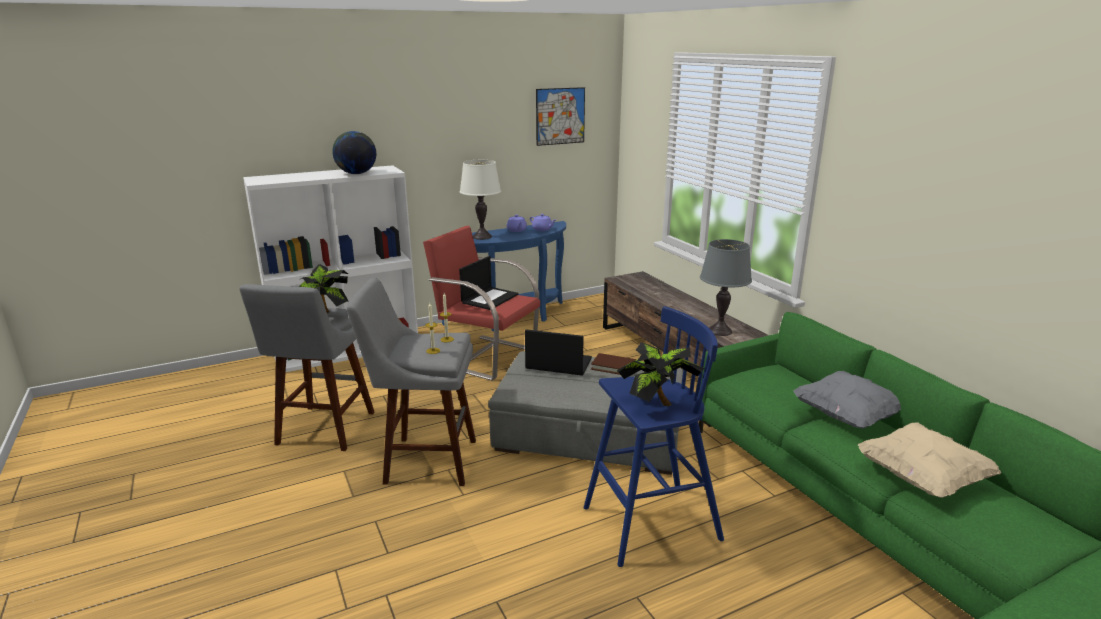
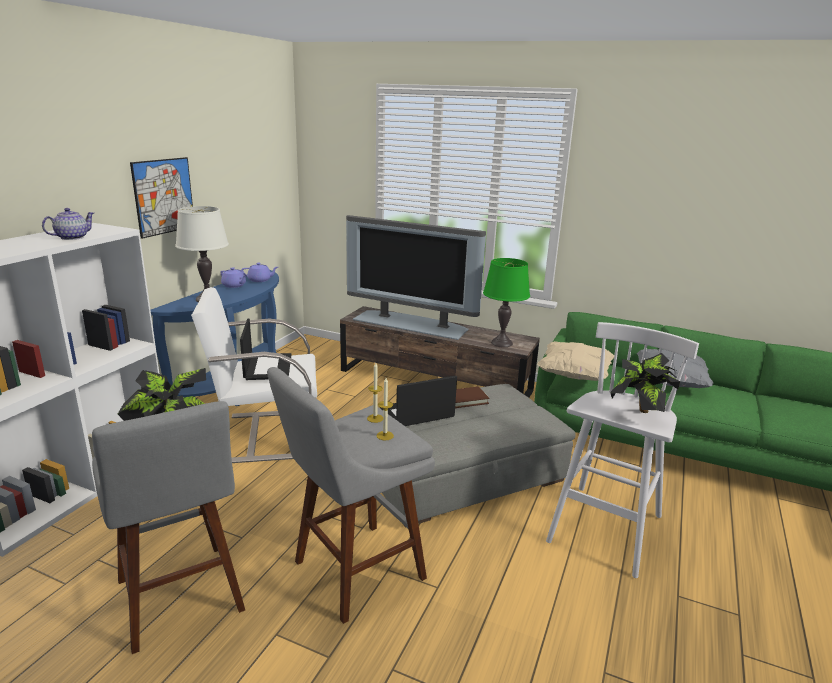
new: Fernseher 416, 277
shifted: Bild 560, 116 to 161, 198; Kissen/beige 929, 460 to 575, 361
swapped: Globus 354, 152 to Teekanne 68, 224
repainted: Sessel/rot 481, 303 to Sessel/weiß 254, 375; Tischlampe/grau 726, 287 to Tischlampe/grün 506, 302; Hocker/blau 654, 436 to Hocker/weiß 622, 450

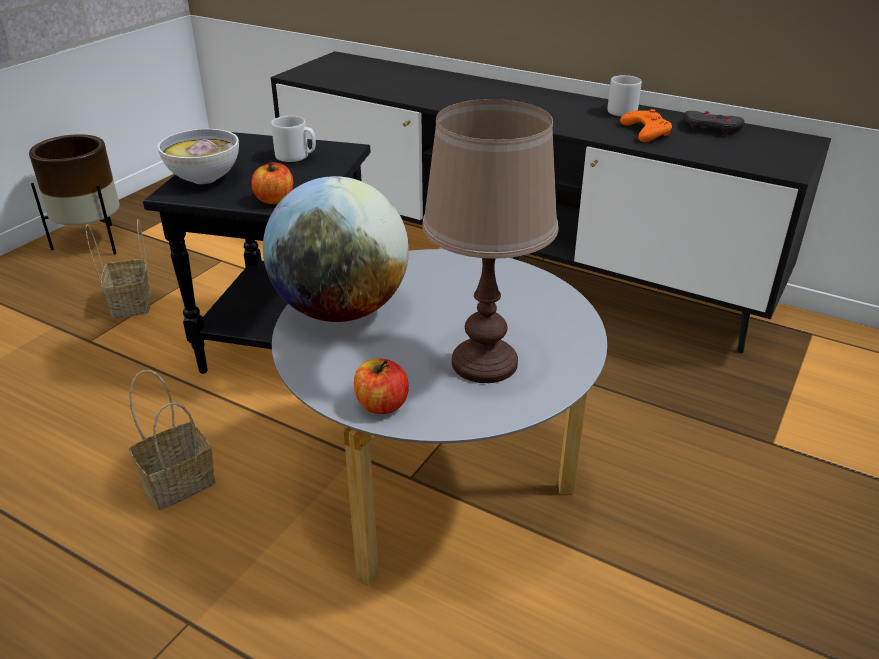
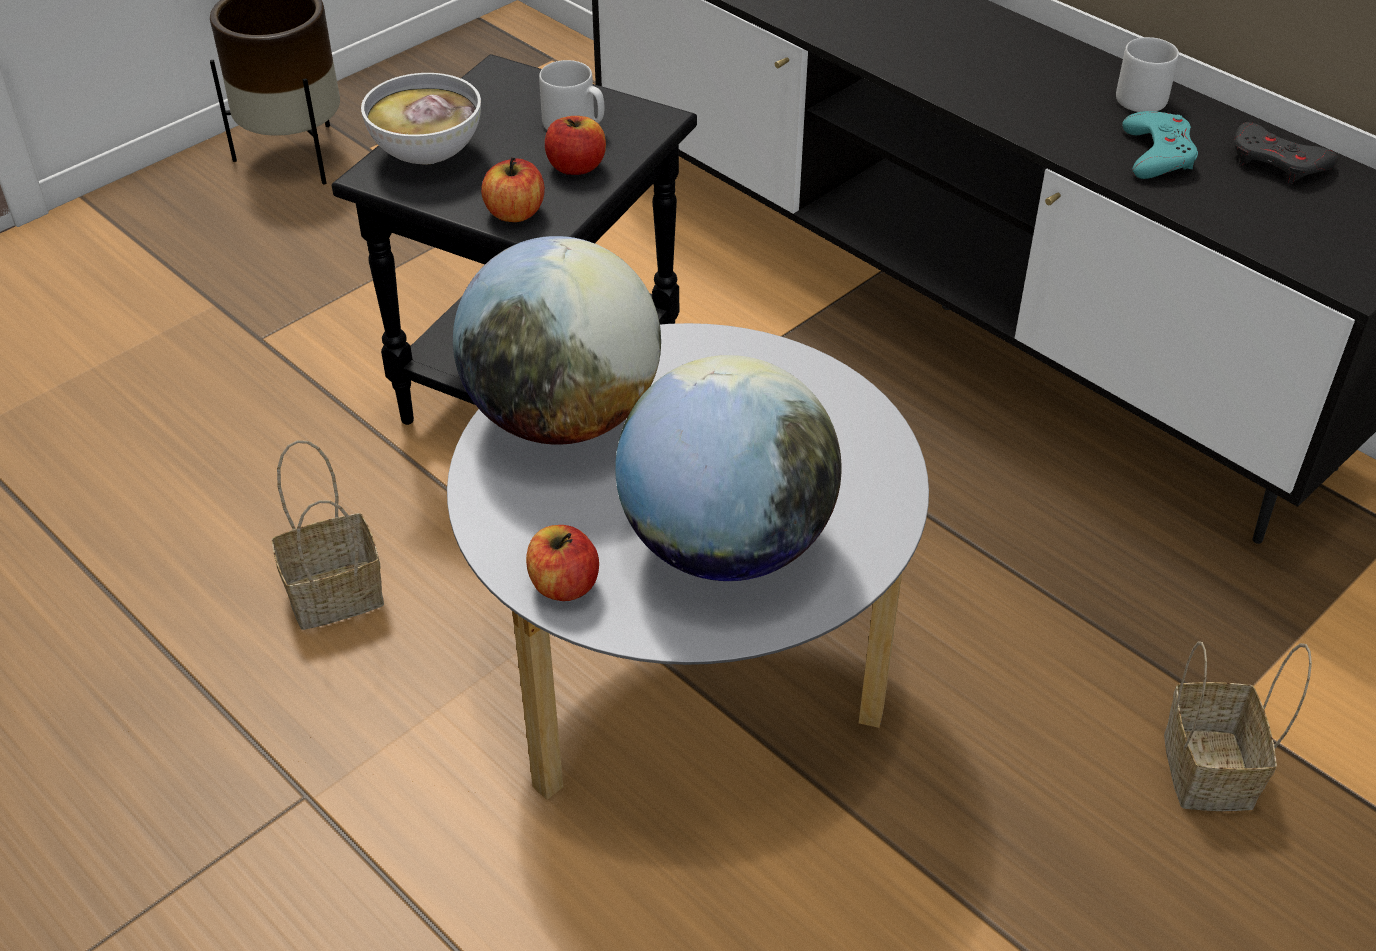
new: Apfel 575, 145
shifted: Korb 118, 268 to 1238, 726
swapped: Tischlampe/braun 490, 241 to Globus 728, 468
repainted: Gamepad/orange 646, 125 to Gamepad/türkis 1160, 145

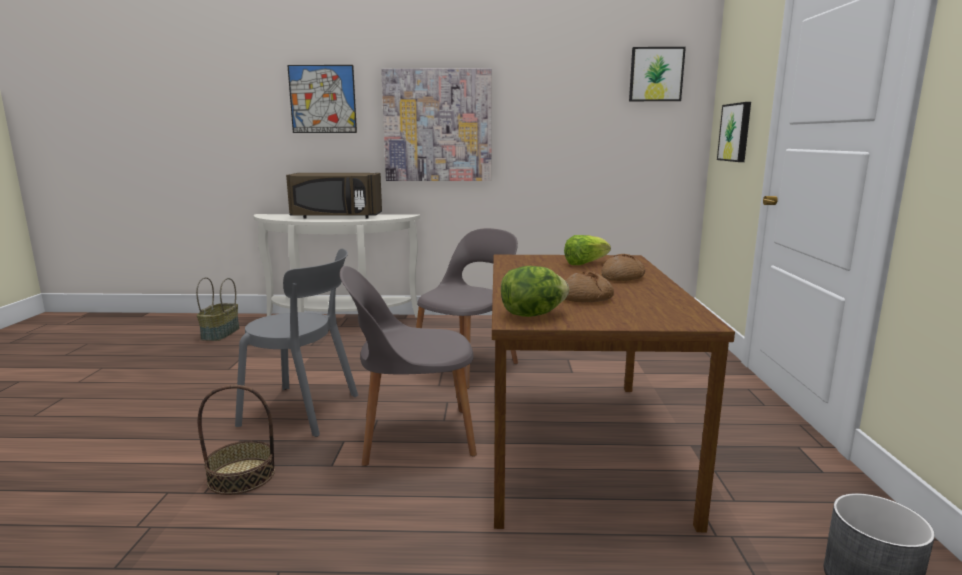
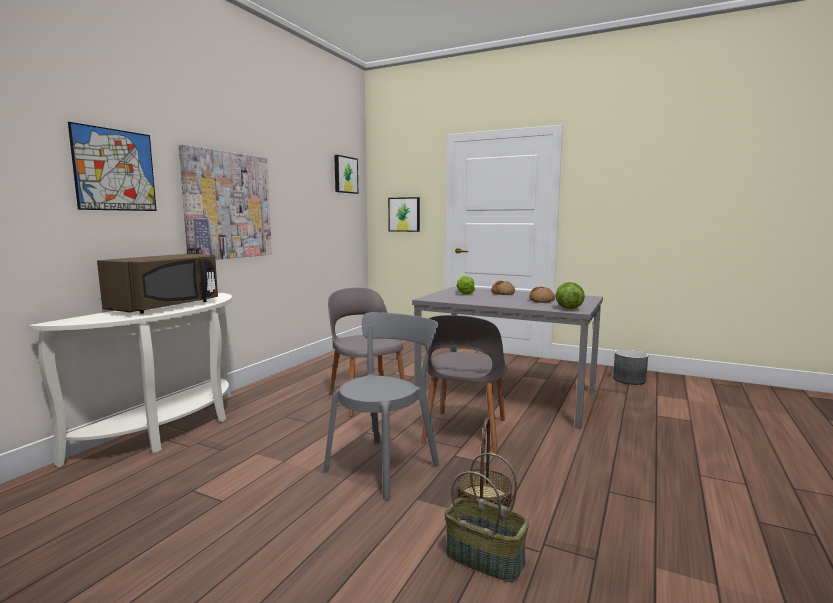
shifted: Korb 218, 309 to 487, 517
repainted: Esstisch/braun 613, 393 to Esstisch/grau 507, 358

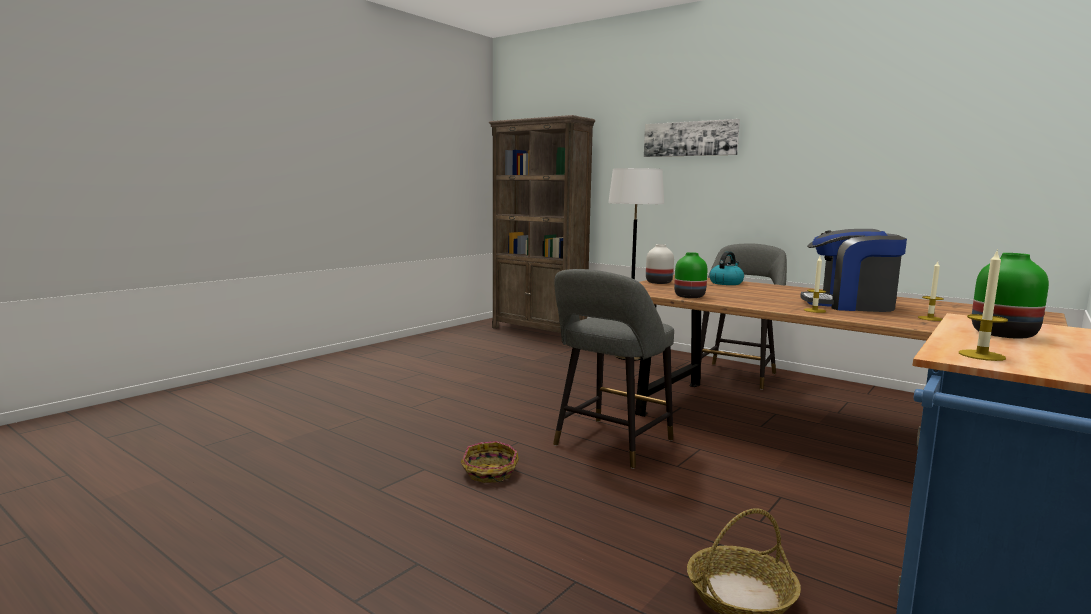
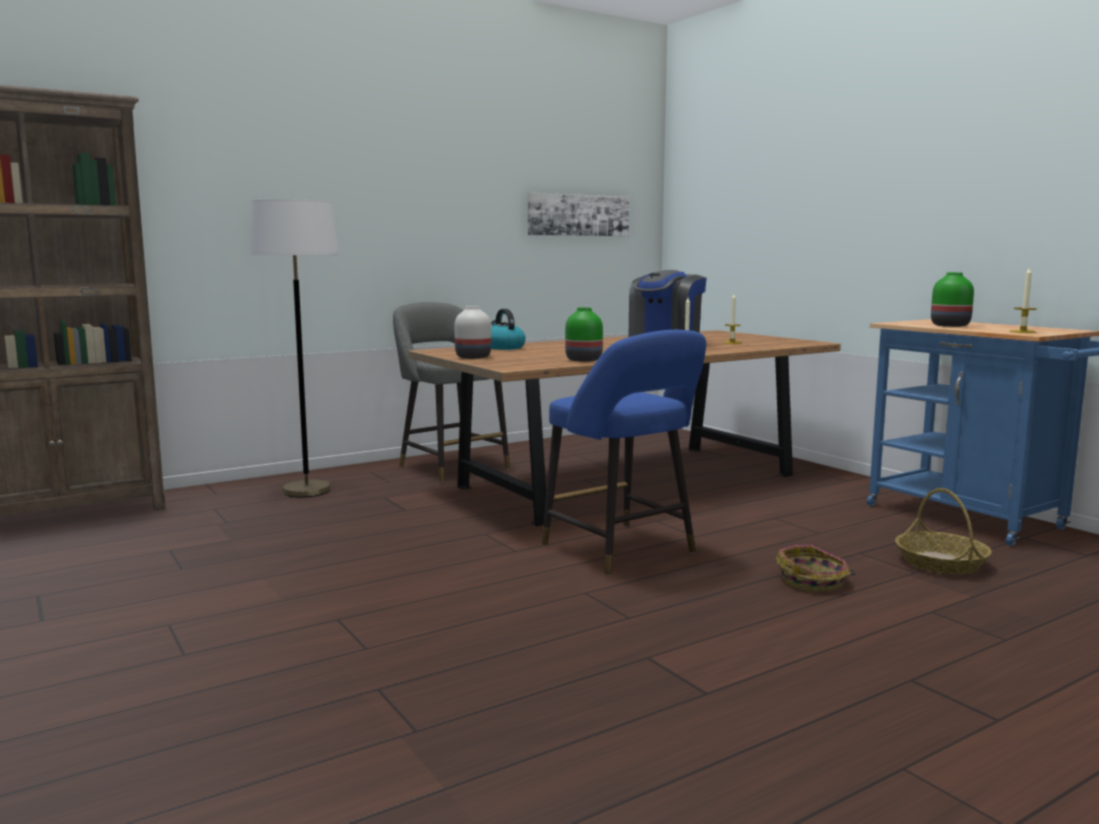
shifted: Bild 692, 138 to 578, 214; Korb 490, 462 to 815, 568
repainted: Hocker/grau 613, 369 to Hocker/blau 624, 453

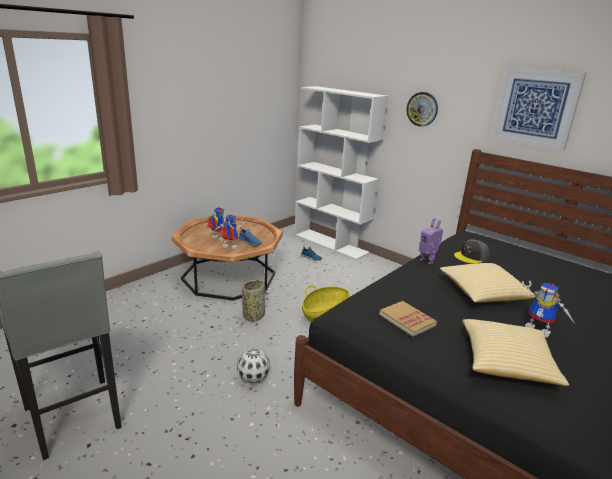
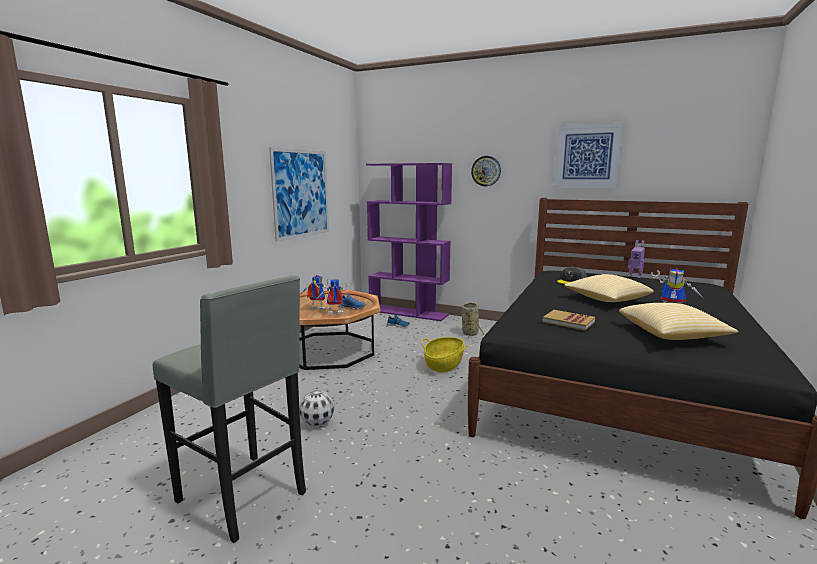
new: Bild 299, 194
shifted: Spielzeugroboter 431, 241 to 636, 259; Korb 254, 304 to 473, 320; Fußball 253, 365 to 316, 408
repainted: Bücherregal/weiß 341, 173 to Bücherregal/lila 409, 242

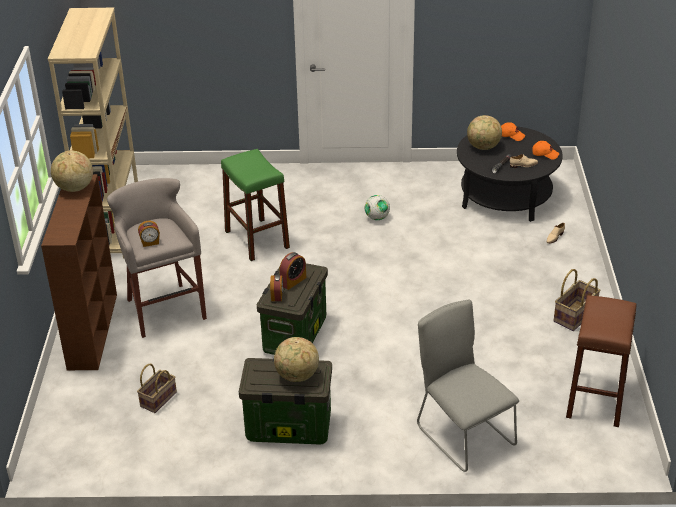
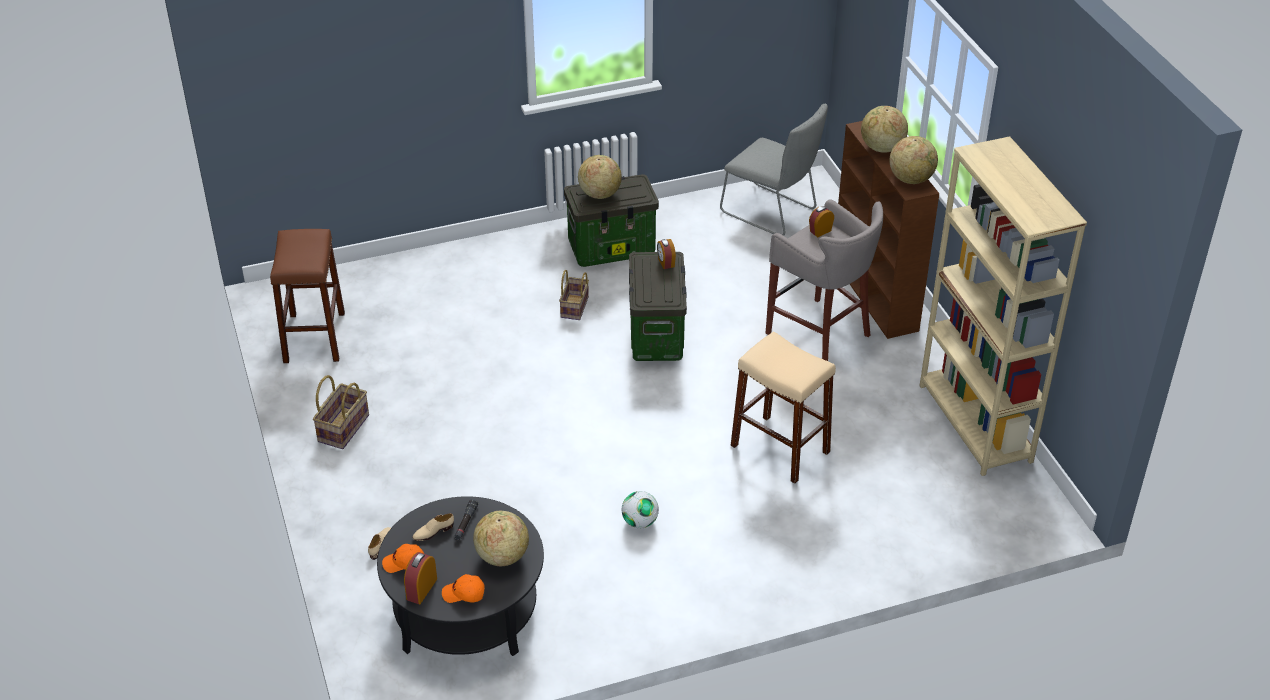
new: Globus 884, 129
shifted: Wecker 292, 271 to 420, 578; Stuhl/grau 468, 385 to 774, 170; Korb 157, 388 to 574, 295
repainted: Hocker/grün 255, 205 to Hocker/beige 783, 408

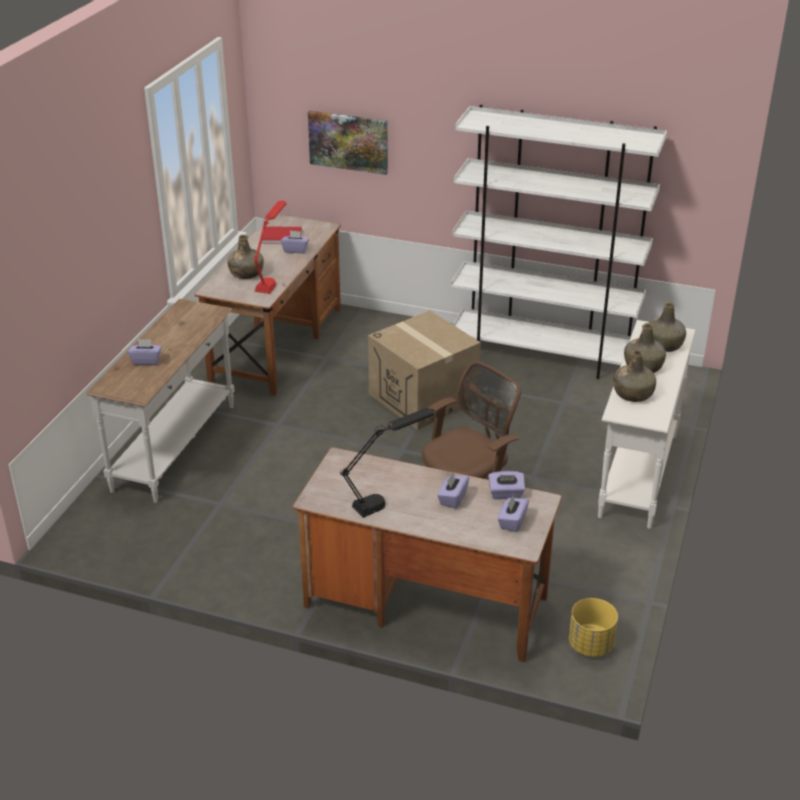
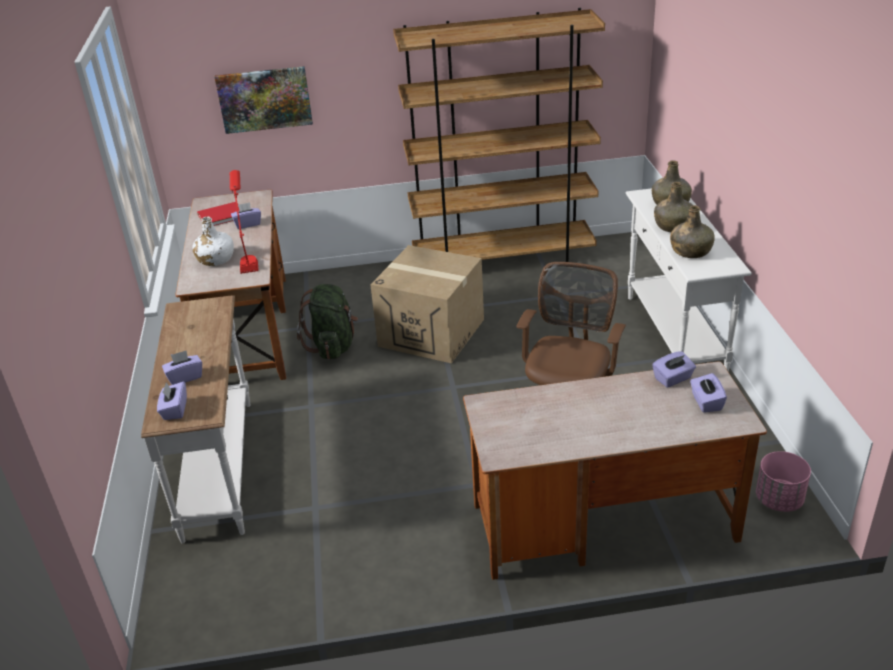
gone: Tischlampe/schwarz 387, 463
new: Rucksack/grün 327, 322
shifted: Taschentuchbox/lila 453, 491 to 172, 400
repainted: Bücherregal/weiß 559, 242 to Bücherregal/braun 499, 135; Flasche/grün 245, 257 to Flasche/weiß 213, 241; Pflanzkübel/gelb 593, 627 to Pflanzkübel/rosa 783, 481

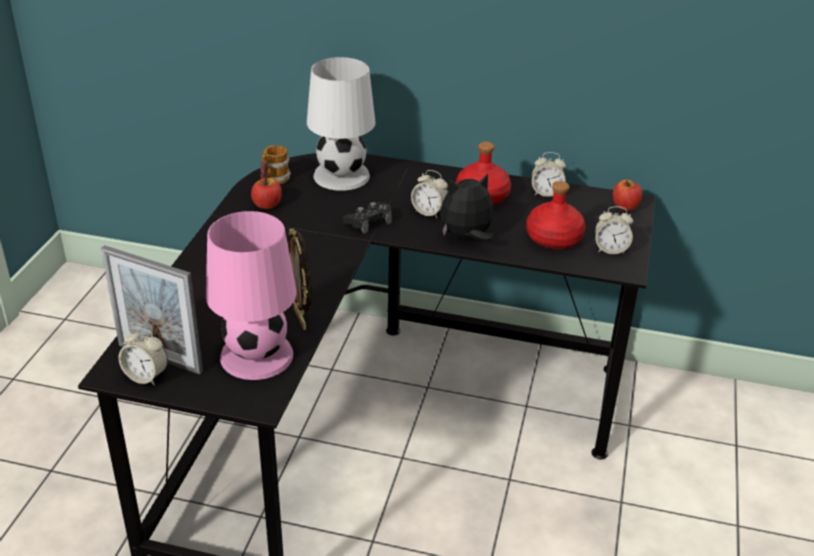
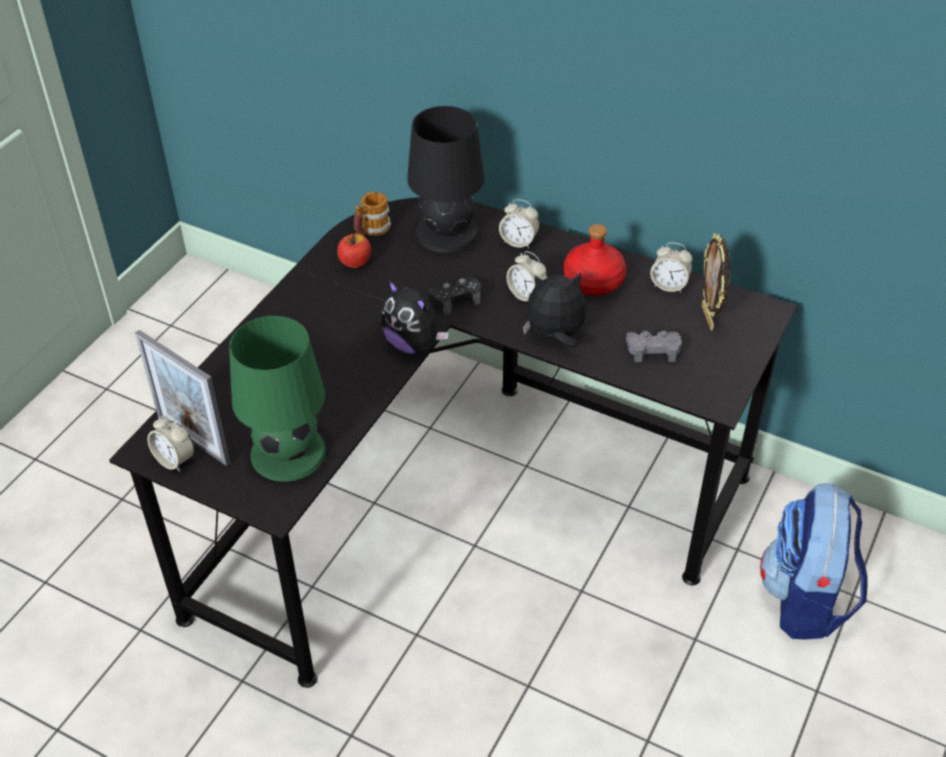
gone: Apfel 628, 195
new: Plüschtier 415, 317; Rucksack 814, 561
shifted: Wecker 614, 230 to 519, 223; Bilderrahmen 299, 279 to 715, 281
swapped: Flasche/rot 556, 215 to Gamepad/grau 654, 346
repainted: Tischlampe/weiß 341, 124 to Tischlampe/schwarz 445, 179; Tischlampe/rosa 251, 295 to Tischlampe/grün 277, 399

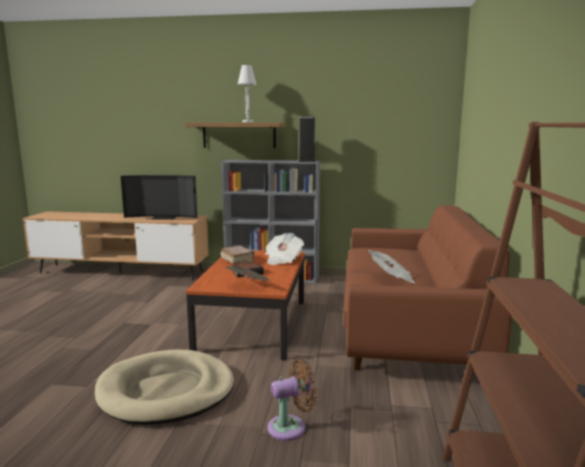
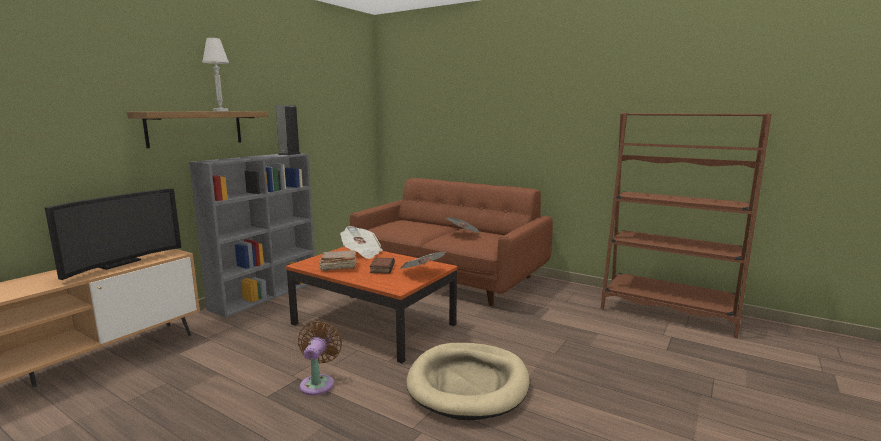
shifted: Ventilator/braun 292, 400 to 320, 358

